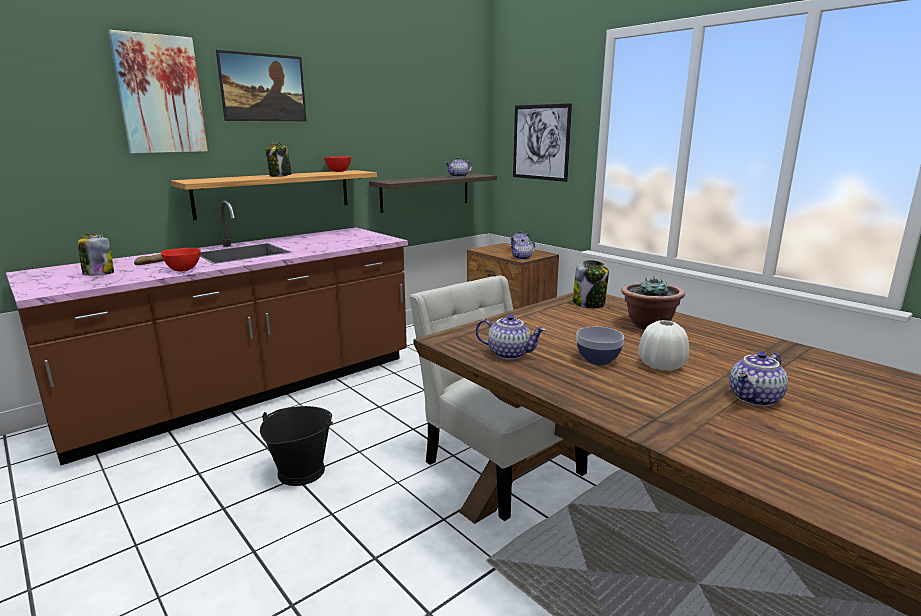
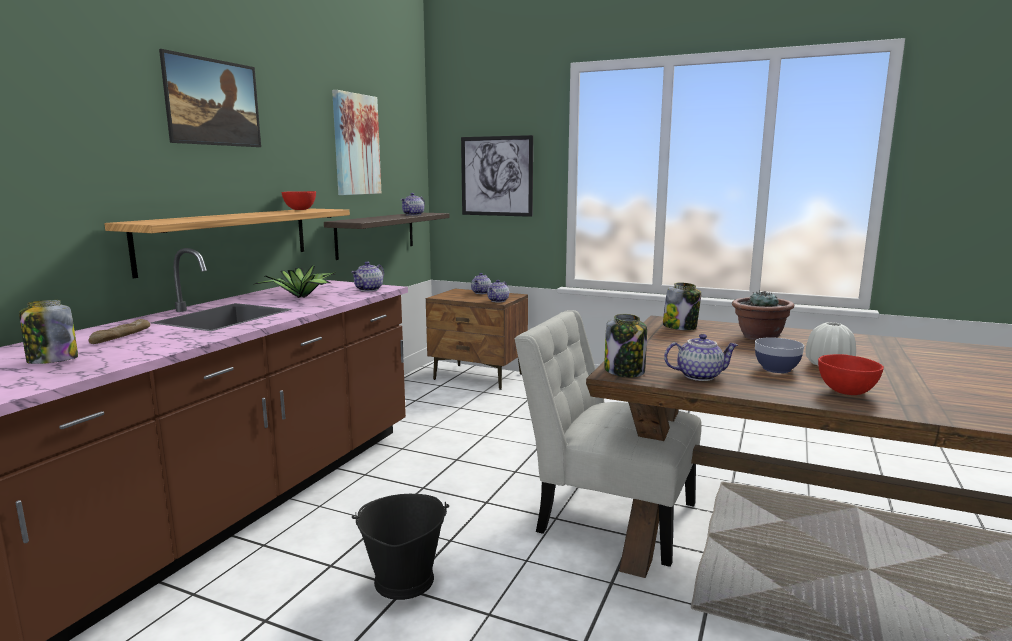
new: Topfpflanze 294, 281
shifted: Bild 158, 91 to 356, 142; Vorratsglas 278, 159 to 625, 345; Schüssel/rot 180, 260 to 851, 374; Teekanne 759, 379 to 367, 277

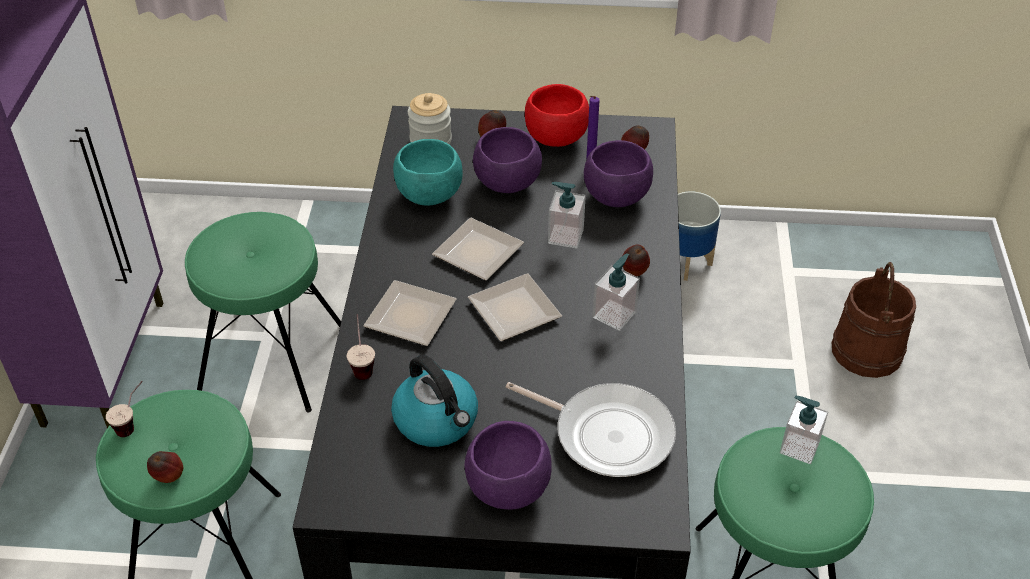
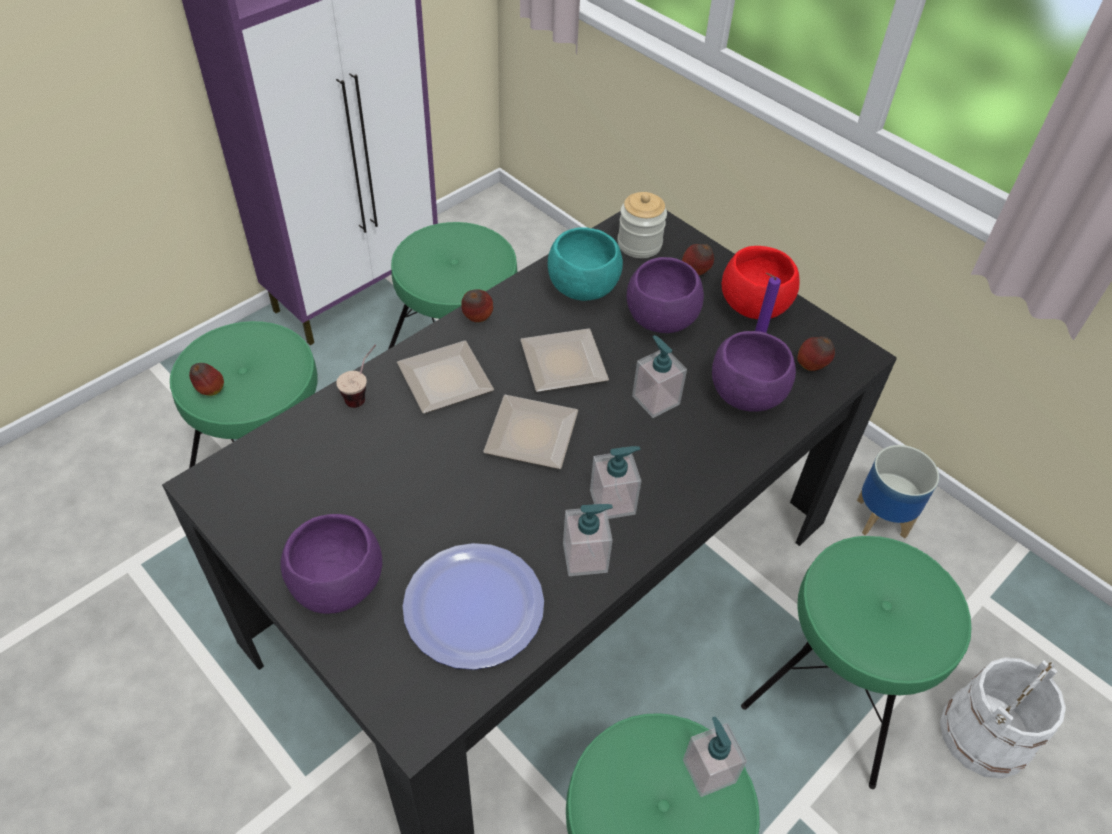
gone: Wasserkessel 434, 401; Tasse 124, 409
new: Seifenspender 588, 540; Hocker/grün 856, 662
shifted: Apfel 636, 260 to 477, 305
swapped: Pfanne 591, 429 to Teller 473, 606
repainted: Eimer/braun 873, 320 to Eimer/weiß 1003, 718

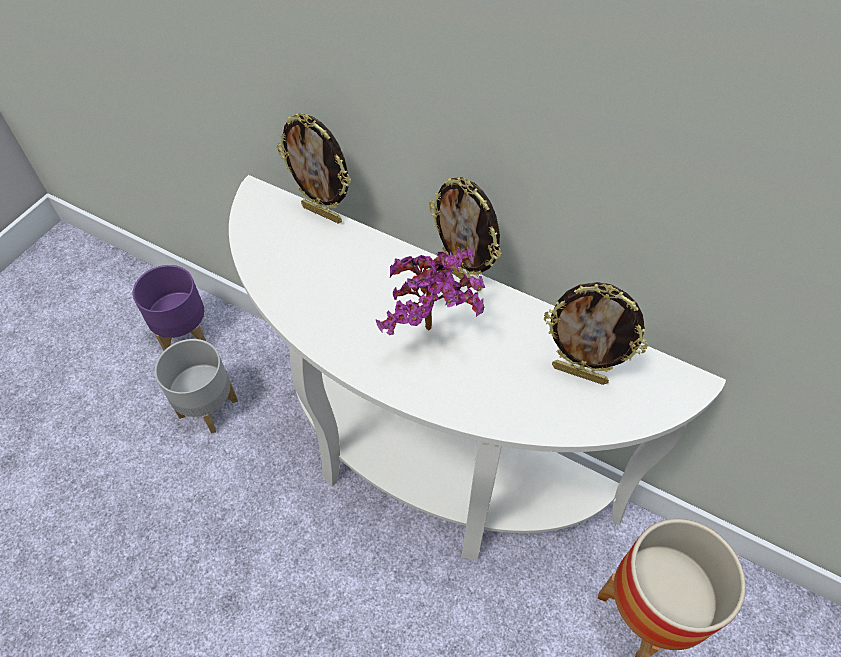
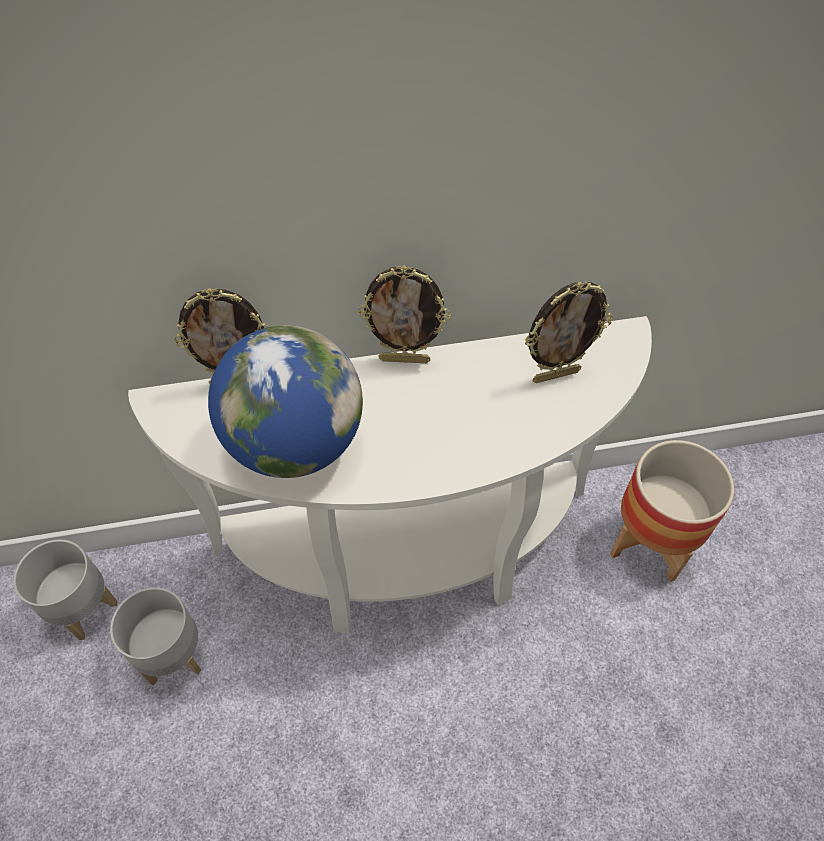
gone: Topfpflanze 430, 291
new: Globus 285, 401
repainted: Pflanzkübel/lila 170, 308 to Pflanzkübel/grau 65, 589

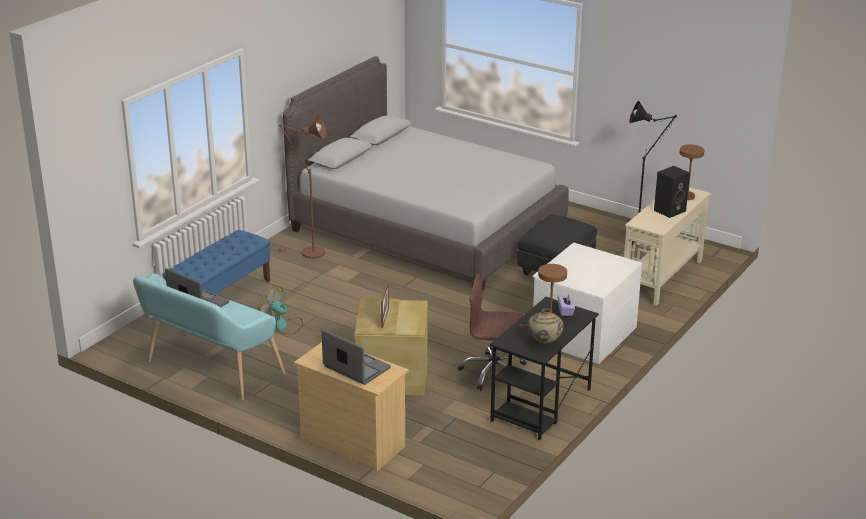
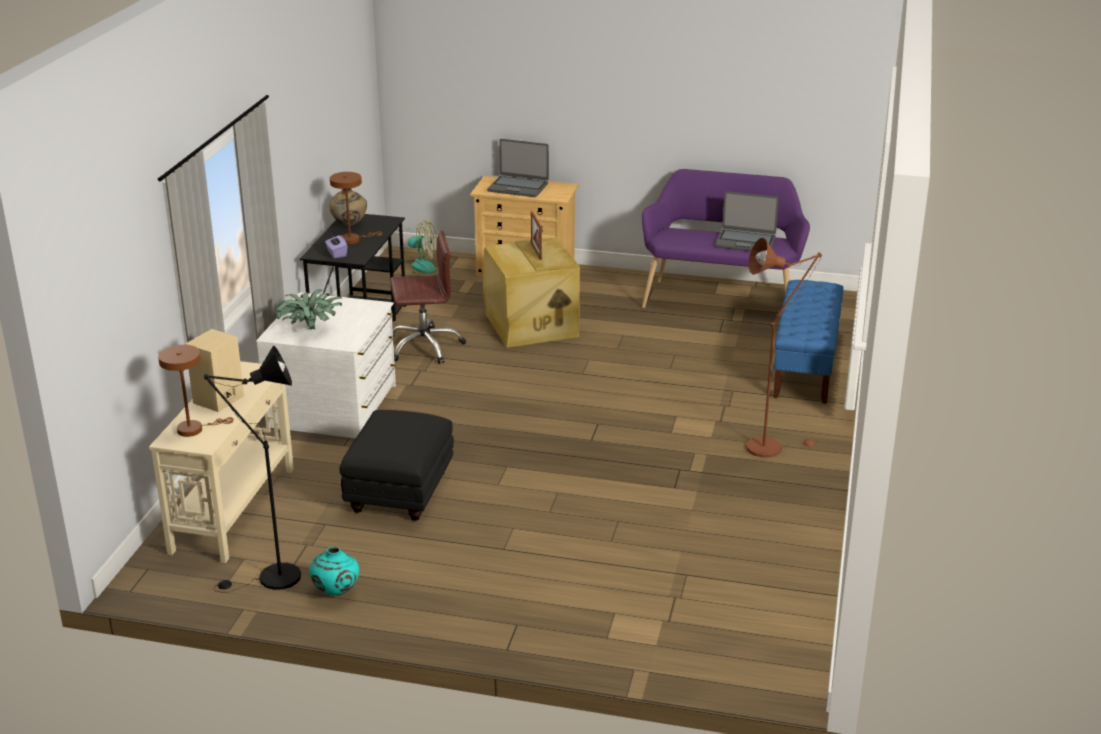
gone: Bett/grau 426, 173
new: Topfpflanze 308, 309; Vase/türkis 334, 571
shifted: Ventilator 280, 310 to 416, 248
repainted: Lautsprecher/schwarz 672, 192 to Lautsprecher/beige 214, 370; Bank/türkis 209, 337 to Bank/lila 726, 238

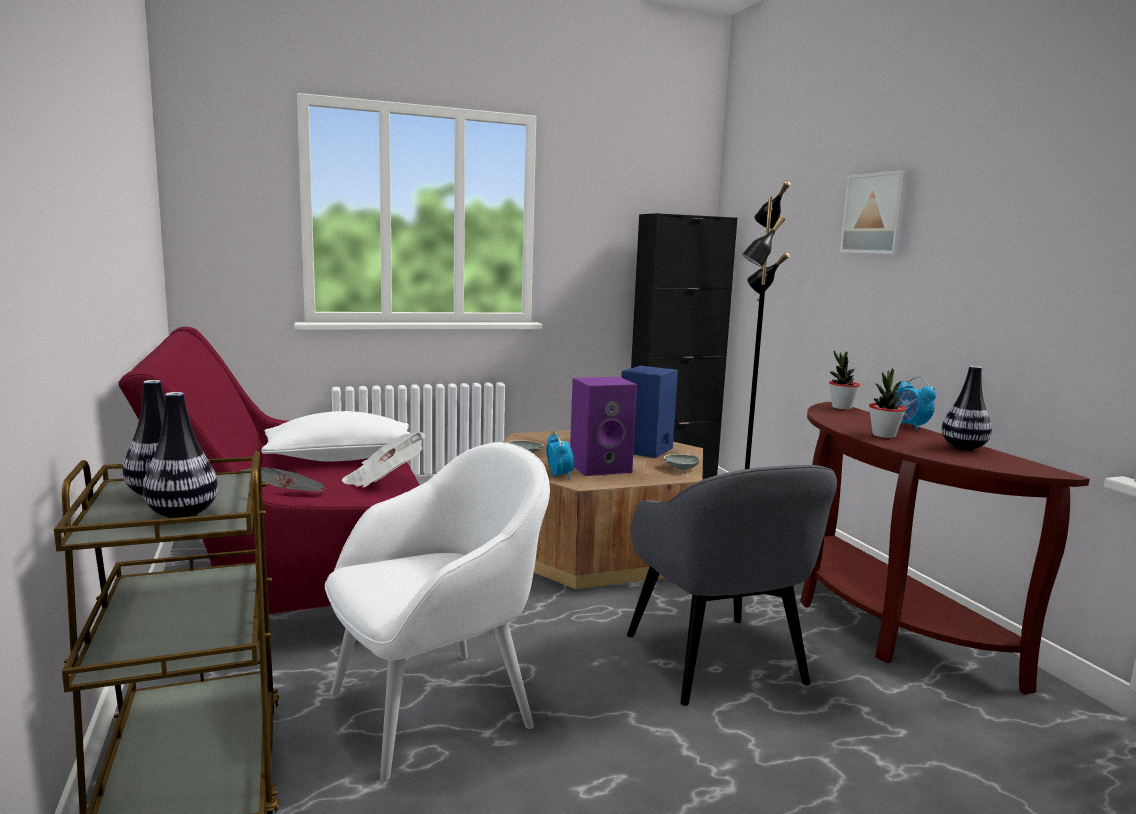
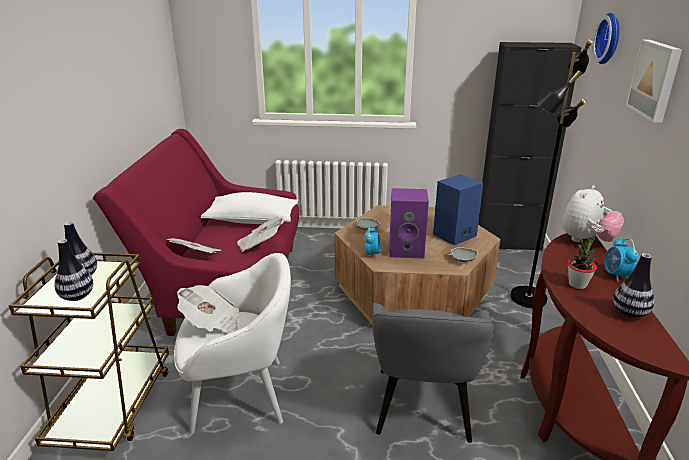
new: Wanduhr 606, 38; Zeitung 208, 309
swapped: Topfpflanze 844, 380 to Plüschtier 593, 213

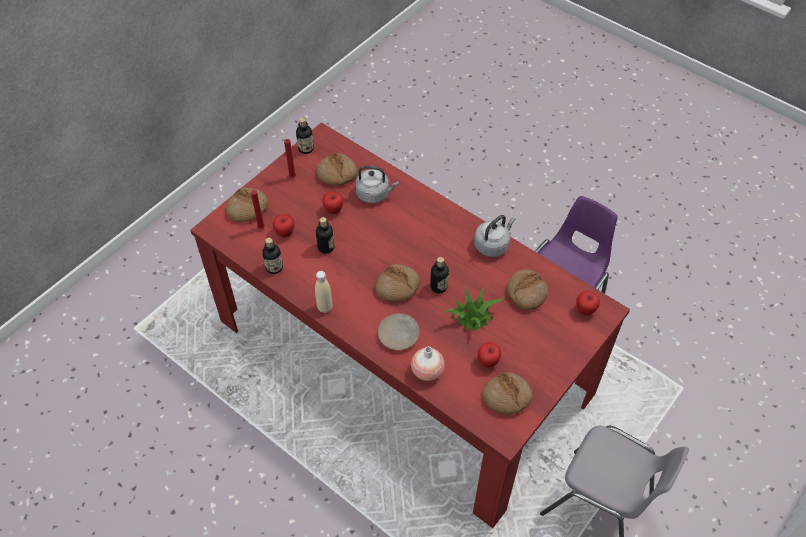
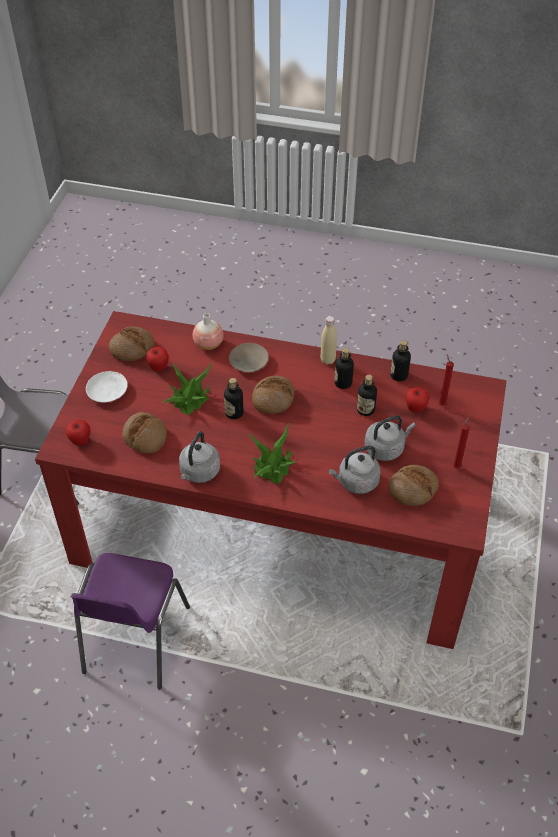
gone: Brot 247, 205
new: Teller/weiß 107, 386; Topfpflanze 272, 453
shifted: Flasche 305, 136 to 344, 368
swapped: Apfel 333, 202 to Wasserkessel/grau 390, 438

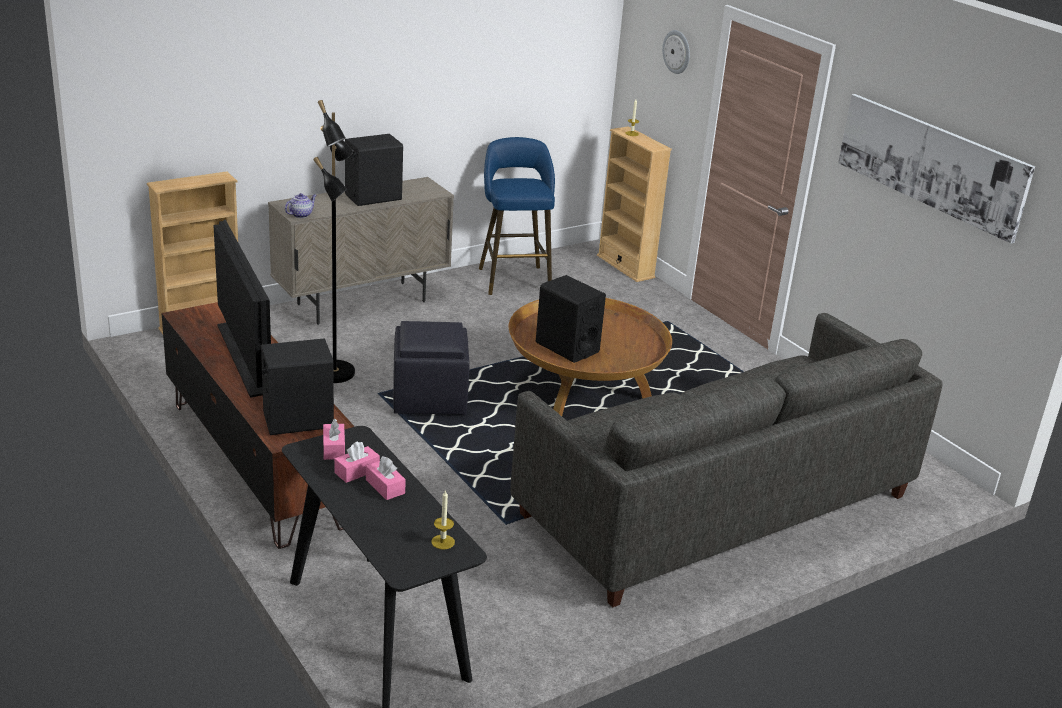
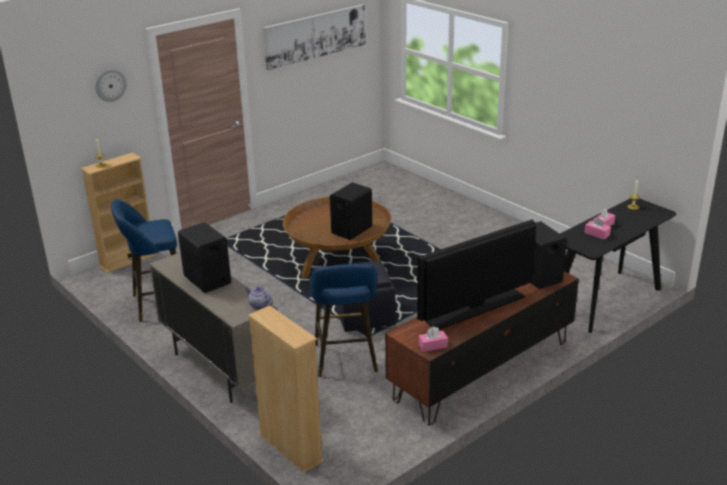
gone: Sofa/grau 727, 460
shifted: Taschentuchbox/rosa 334, 439 to 433, 339
swapped: Stehlampe/schwarz 334, 241 to Hocker/blau 343, 320

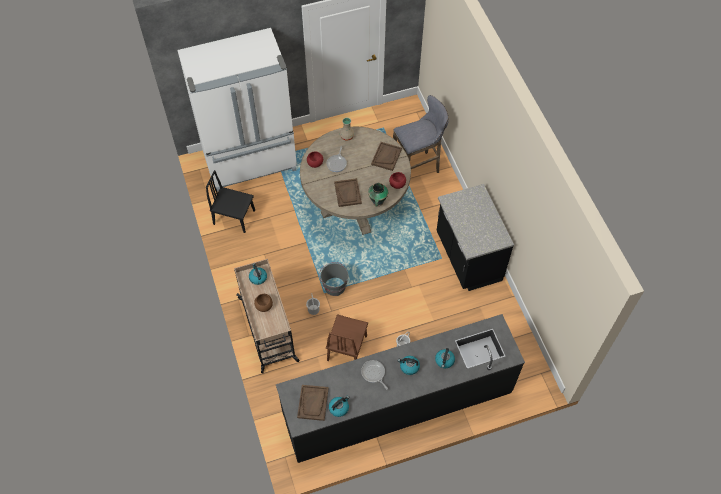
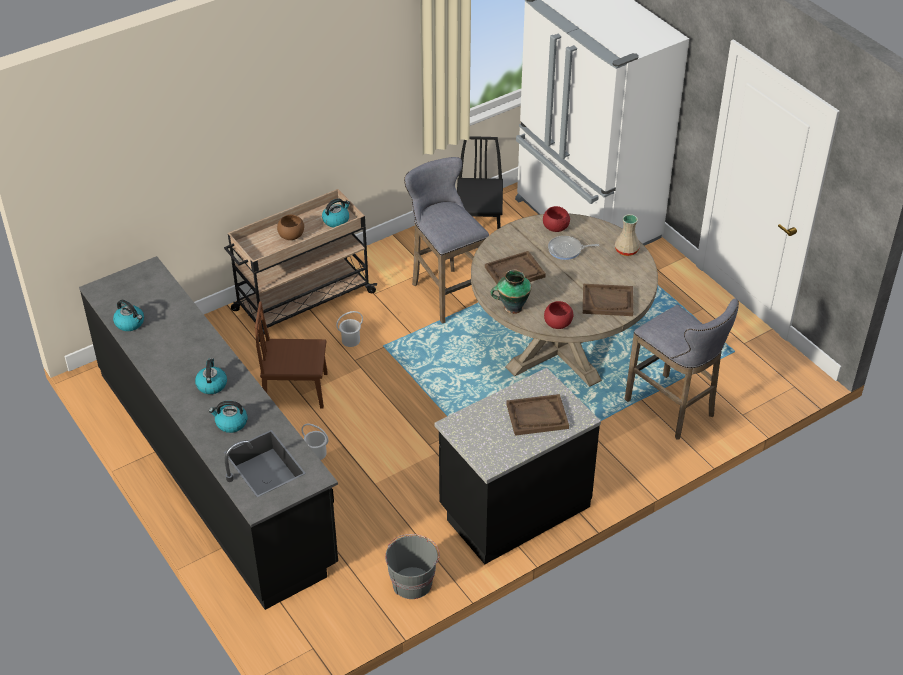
gone: Pfanne 374, 374
new: Hocker/grau 446, 240
shifted: Eimer/grau 333, 279 to 412, 566; Tablett/braun 313, 403 to 537, 415

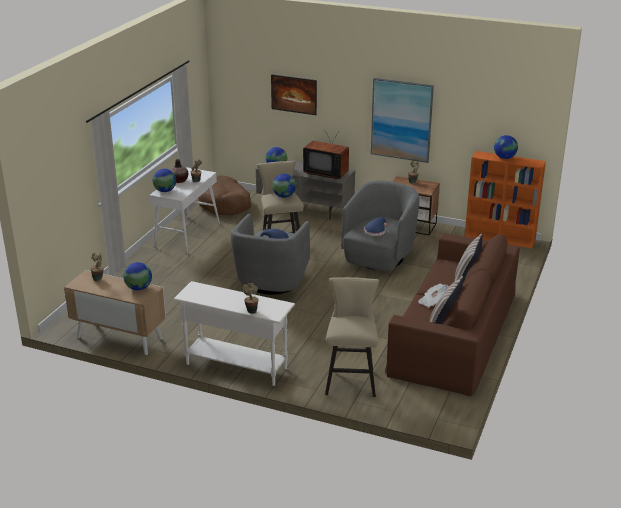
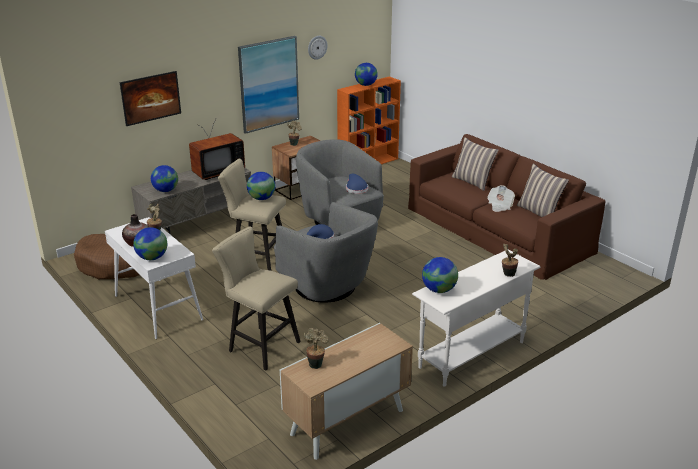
new: Wanduhr 317, 48
shifted: Globus 137, 276 to 440, 275; Hocker/beige 352, 337 to 256, 298

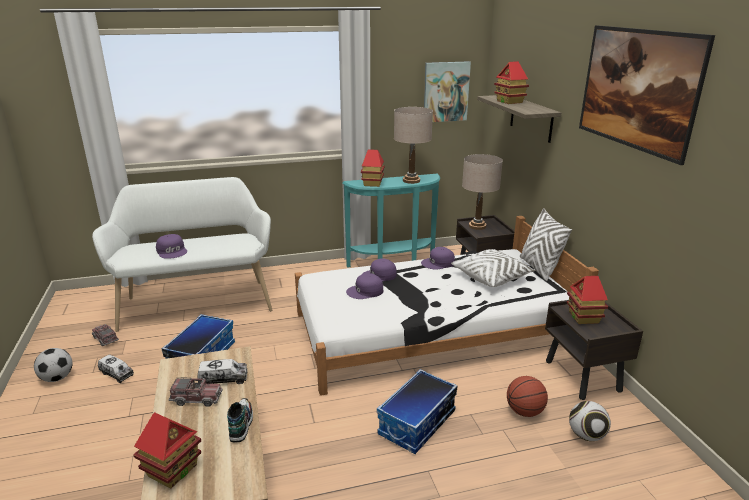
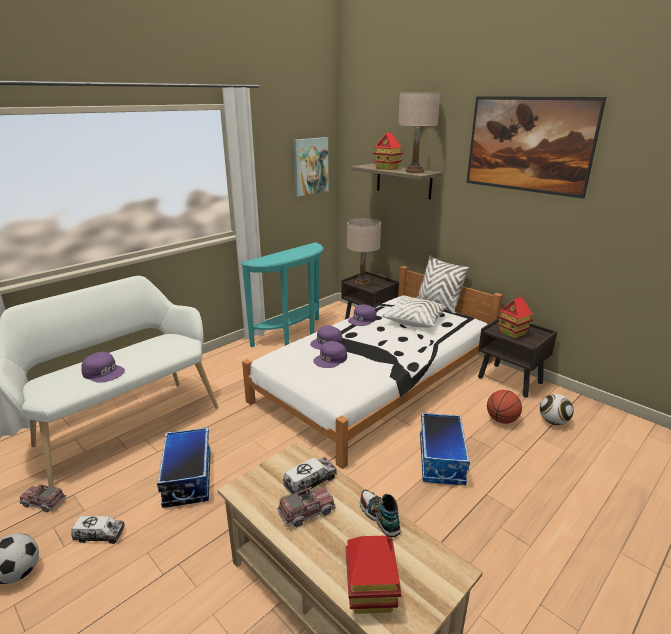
gone: Spielzeughaus 373, 168
shifted: Tischlampe/beige 413, 145 to 419, 133

